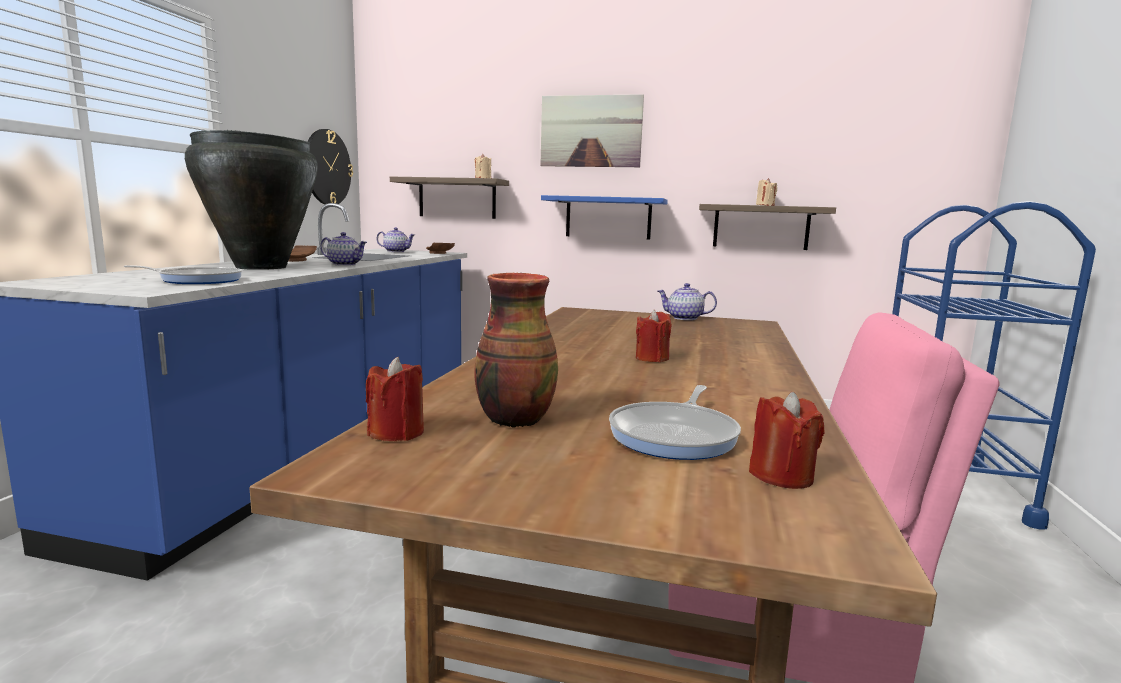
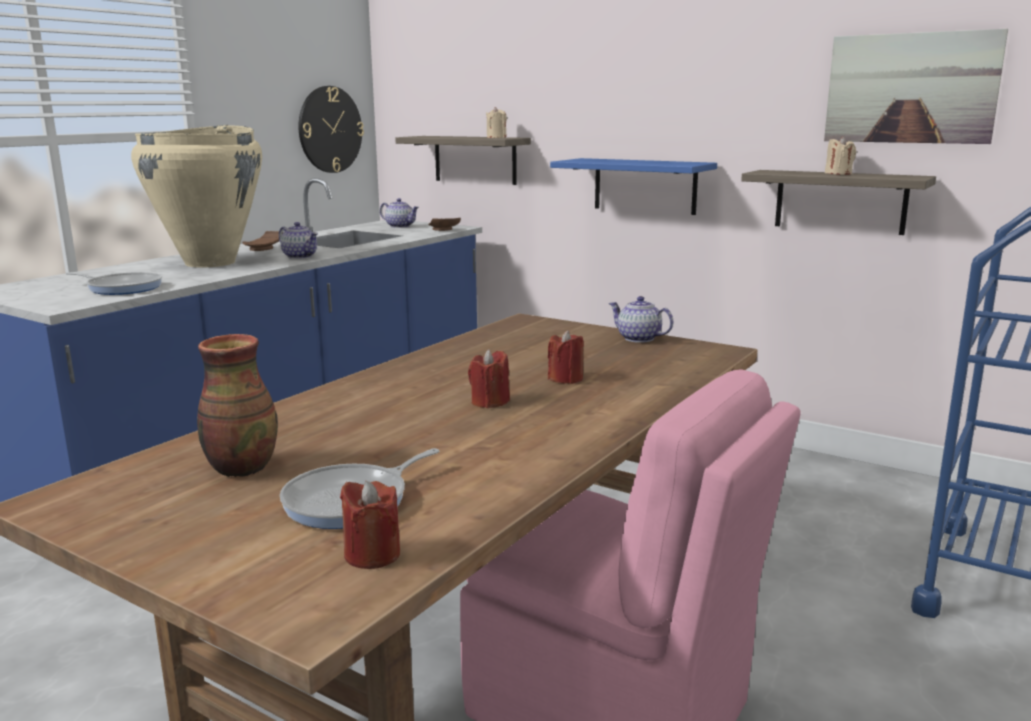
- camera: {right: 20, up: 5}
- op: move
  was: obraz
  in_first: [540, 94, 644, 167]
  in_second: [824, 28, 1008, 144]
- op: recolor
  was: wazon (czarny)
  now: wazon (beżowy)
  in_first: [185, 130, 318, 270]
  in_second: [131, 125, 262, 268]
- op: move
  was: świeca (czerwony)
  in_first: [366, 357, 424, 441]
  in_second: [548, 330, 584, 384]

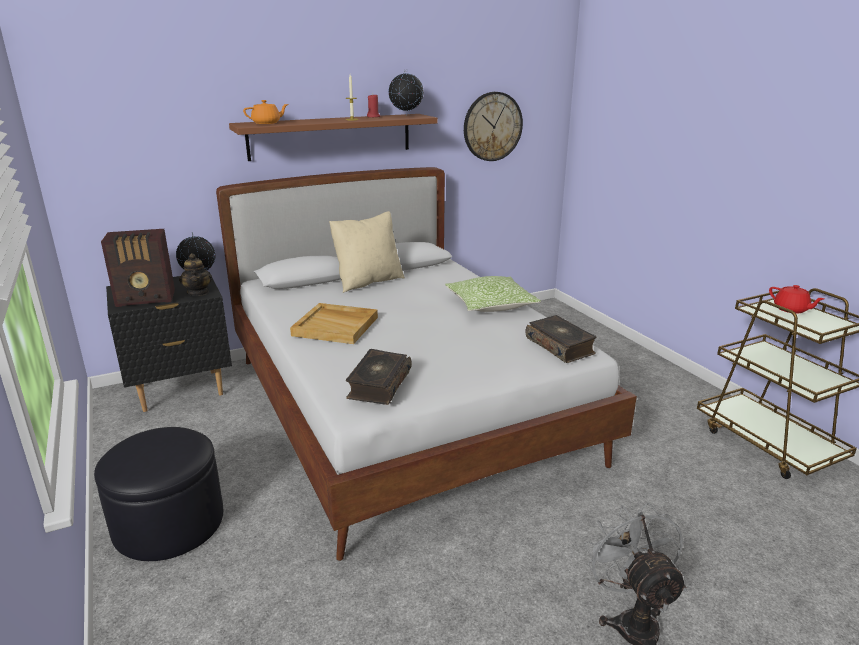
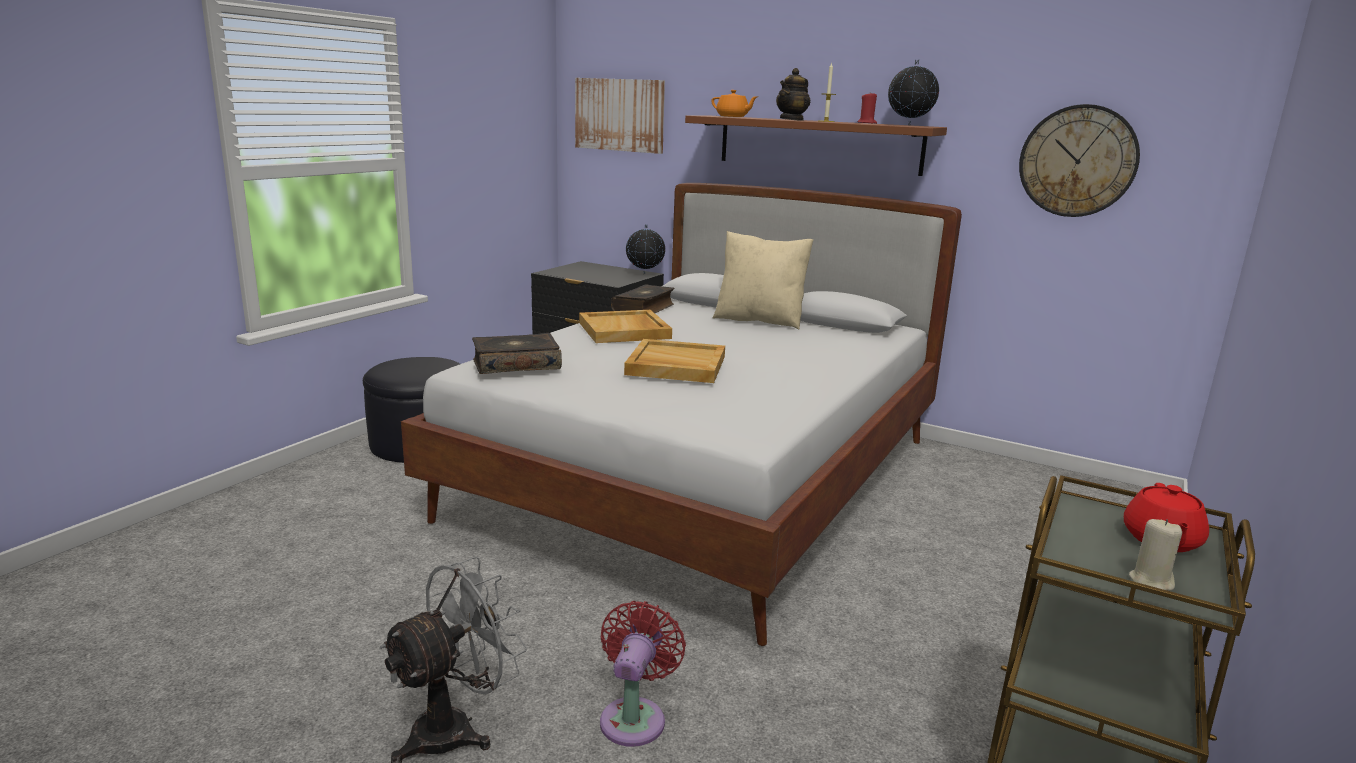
- camera: {right: 55, up: -5}
- op: delete
  was: radio
  in_first: [101, 229, 175, 307]
- op: move
  was: imbryk
  in_first: [179, 253, 212, 296]
  in_second: [776, 68, 810, 120]
- op: delete
  was: poduszka
  in_first: [445, 276, 541, 312]
- op: move
  was: książka
  in_first: [526, 315, 597, 363]
  in_second: [611, 284, 674, 313]
- op: insert
  now: obraz
  in_second: [575, 78, 665, 154]
- op: insert
  now: taca (beżowy)
  in_second: [624, 339, 725, 383]
- op: insert
  now: świeca (beżowy)
  in_second: [1129, 519, 1182, 591]
- op: insert
  now: wentylator (czerwony)
  in_second: [600, 601, 686, 747]

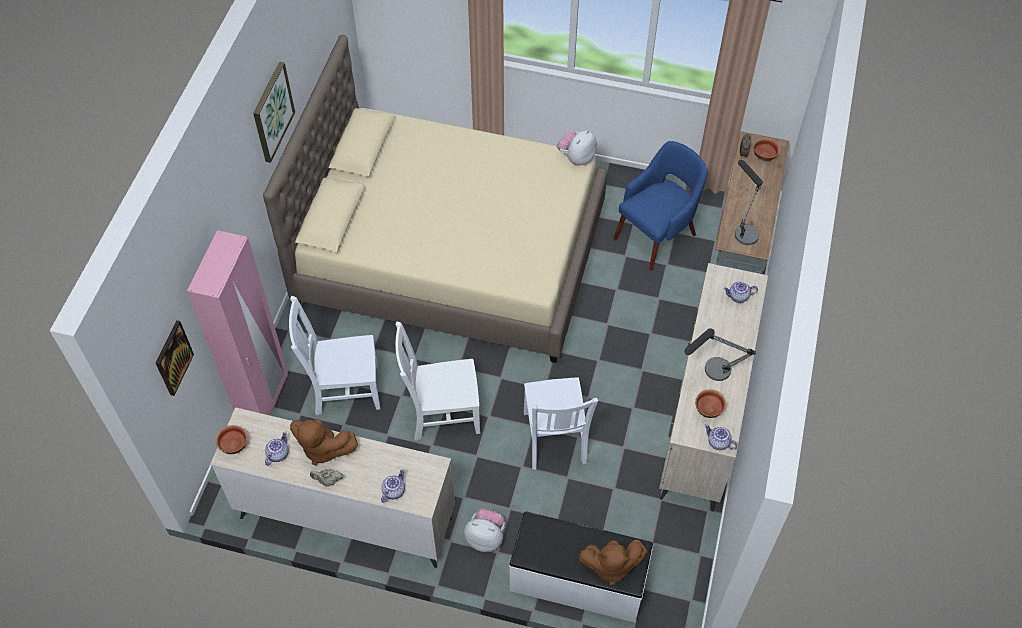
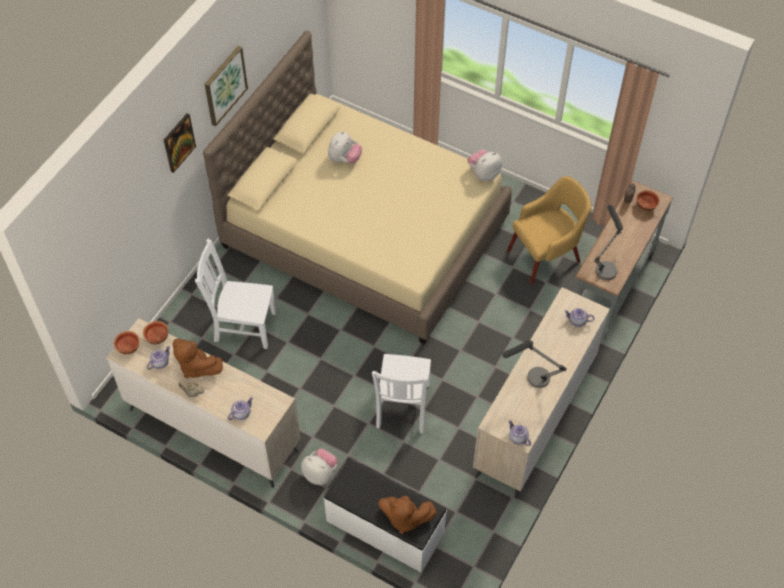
- camera: {right: 15, up: 0}
- op: recolor
  was: fotel (niebieski)
  now: fotel (żółty)
  in_first: [614, 141, 708, 271]
  in_second: [507, 176, 591, 284]
- op: delete
  was: szafa (różowy)
  in_first: [187, 230, 288, 416]
- op: move
  was: obraz
  in_first: [156, 320, 194, 396]
  in_second: [164, 113, 196, 173]
- op: delete
  was: krzesło (biały)
  in_first: [395, 321, 480, 441]
- op: move
  was: miska
  in_first: [695, 389, 726, 418]
  in_second: [143, 321, 169, 344]
- op: insert
  now: pluszak
  in_second: [328, 131, 362, 164]

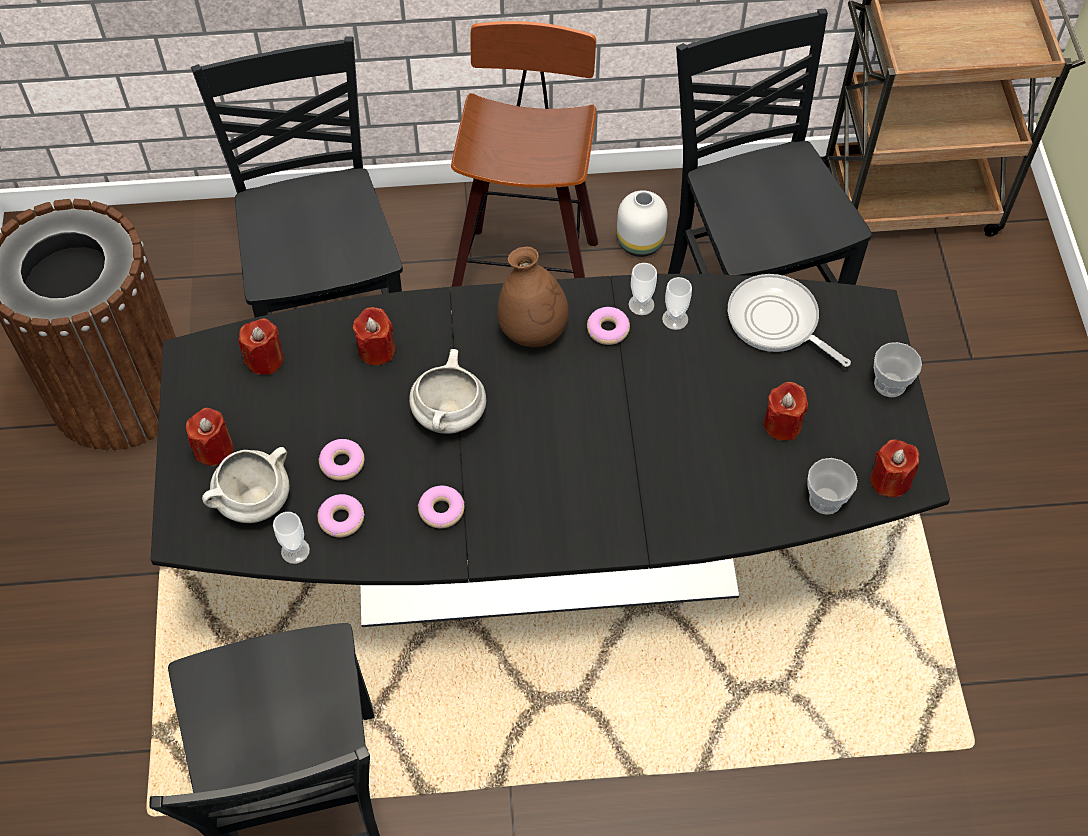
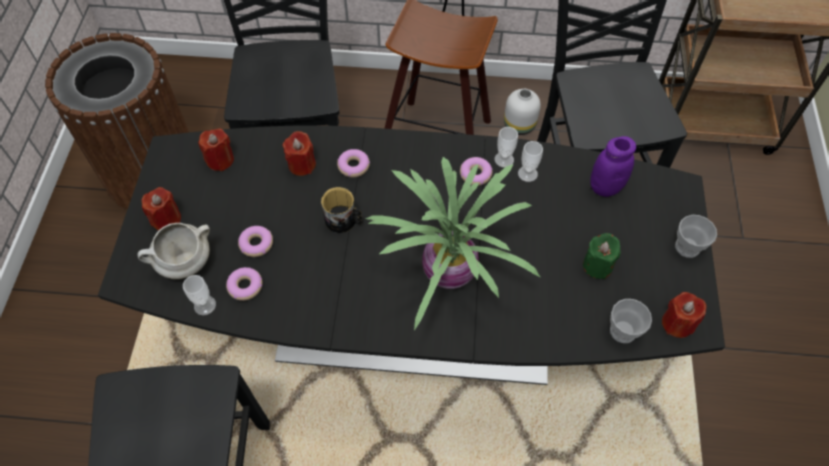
- camera: {right: 10, up: 0}
- op: delete
  was: wazon (brązowy)
  in_first: [497, 247, 569, 347]
- op: replace
  was: patelnia
  now: słoik (fioletowy)
  in_first: [728, 274, 851, 367]
  in_second: [590, 136, 636, 197]
- op: replace
  was: garnek (biały)
  now: kubek
  in_first: [409, 349, 486, 434]
  in_second: [321, 187, 363, 233]
- op: recolor
  was: świeca (czerwony)
  now: świeca (zielony)
  in_first: [764, 382, 808, 441]
  in_second: [583, 233, 621, 279]
- op: move
  was: donut
  in_first: [418, 486, 464, 528]
  in_second: [337, 149, 370, 177]
- op: insert
  now: roślina doniczkowa
  in_second: [365, 157, 540, 330]

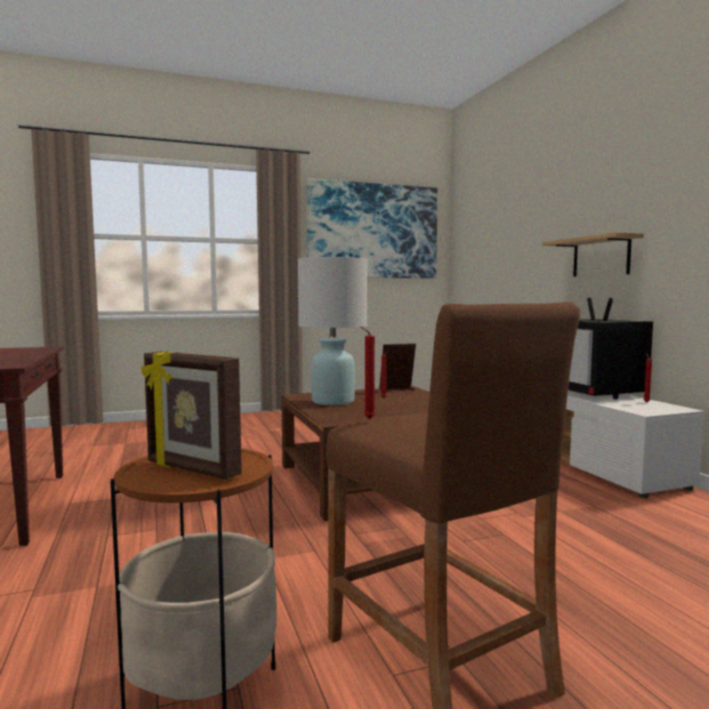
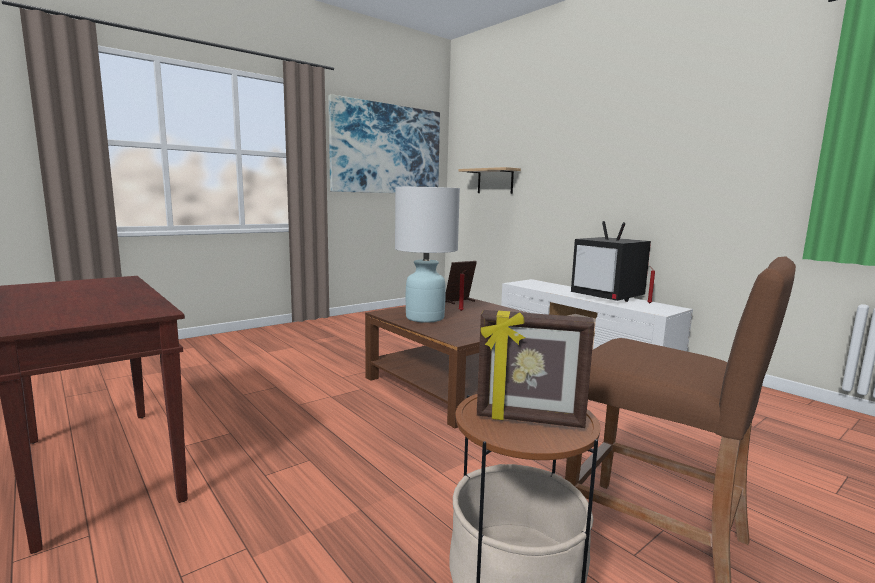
- camera: {right: -20, up: 5}
- op: move
  was: półka
  in_first: [542, 232, 644, 277]
  in_second: [459, 167, 521, 194]
- op: delete
  was: świeca (czerwony)
  in_first: [360, 326, 375, 419]

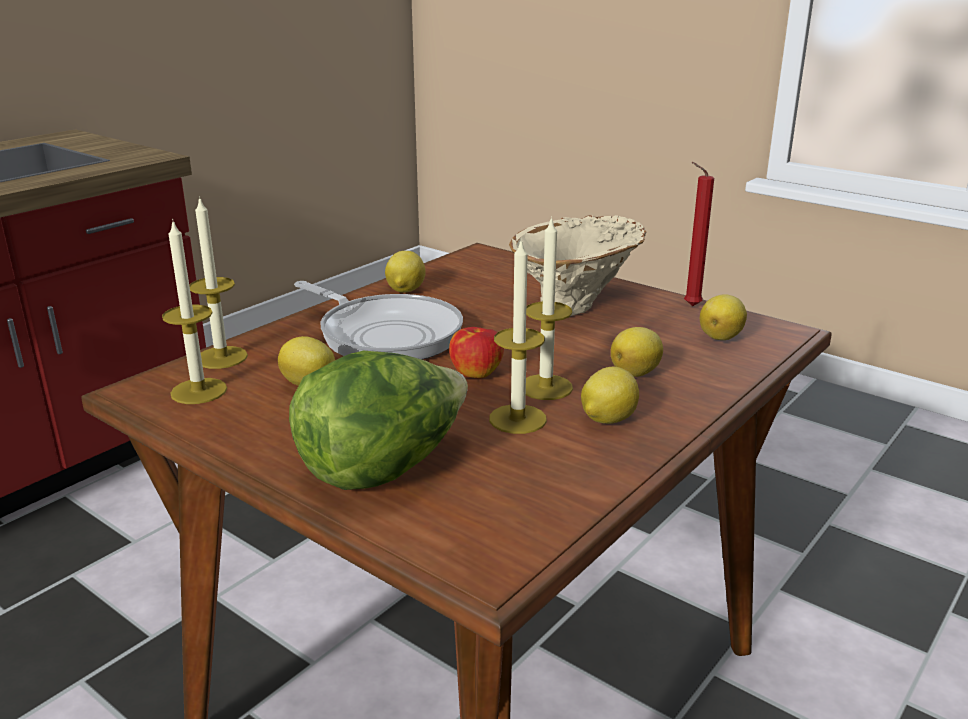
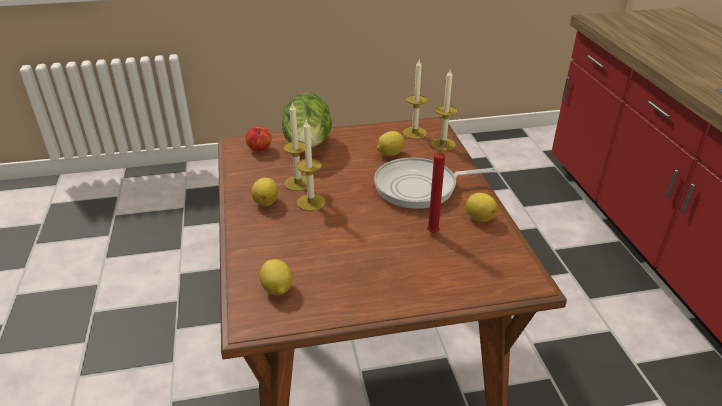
- camera: {right: 130, up: 10}
- op: move
  was: świeca (czerwony)
  in_first: [684, 162, 714, 306]
  in_second: [427, 142, 447, 233]
- op: delete
  was: wazon (beżowy)
  in_first: [509, 215, 646, 316]
- op: move
  was: jabłko
  in_first: [449, 327, 504, 378]
  in_second: [245, 127, 272, 152]
- op: delete
  was: cytryna
  in_first: [611, 327, 663, 377]

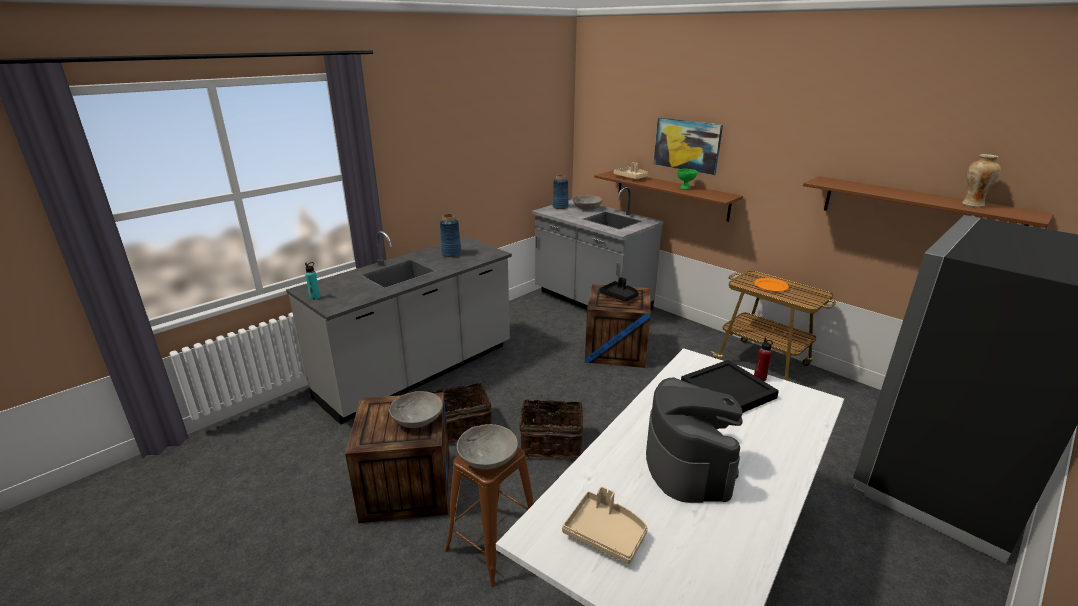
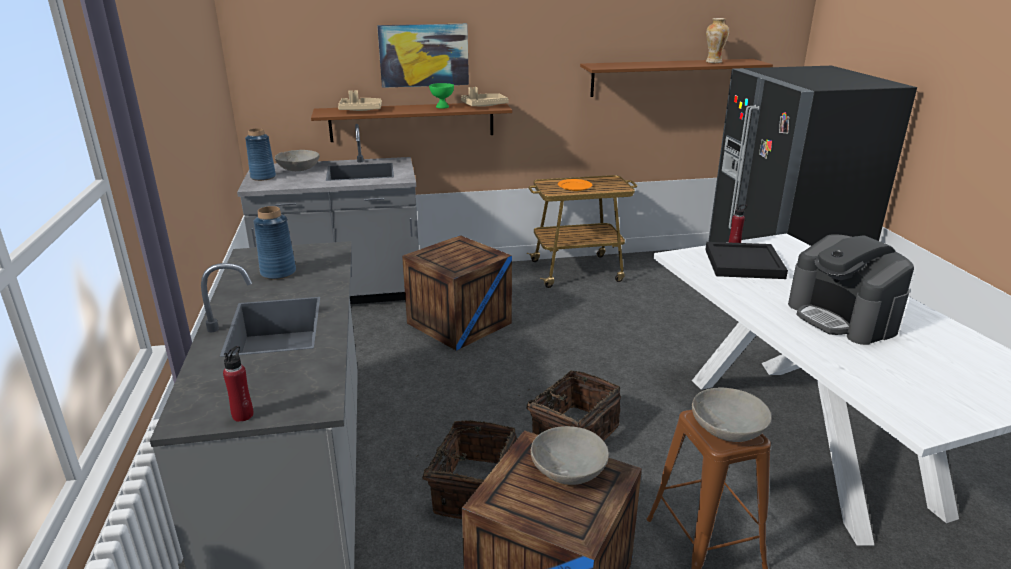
- camera: {right: -55, up: 0}
- op: recolor
  was: butelka (turkusowy)
  now: butelka (czerwony)
  in_first: [305, 262, 320, 300]
  in_second: [223, 346, 254, 422]
- op: delete
  was: taca (czarny)
  in_first: [600, 277, 639, 302]
- op: rotate
  was: ekspres do kawy
  in_first: [646, 377, 743, 503]
  in_second: [788, 235, 914, 345]
  clockwise: -150
- op: move
  was: taca (beżowy)
  in_first: [562, 486, 648, 564]
  in_second: [461, 87, 509, 107]

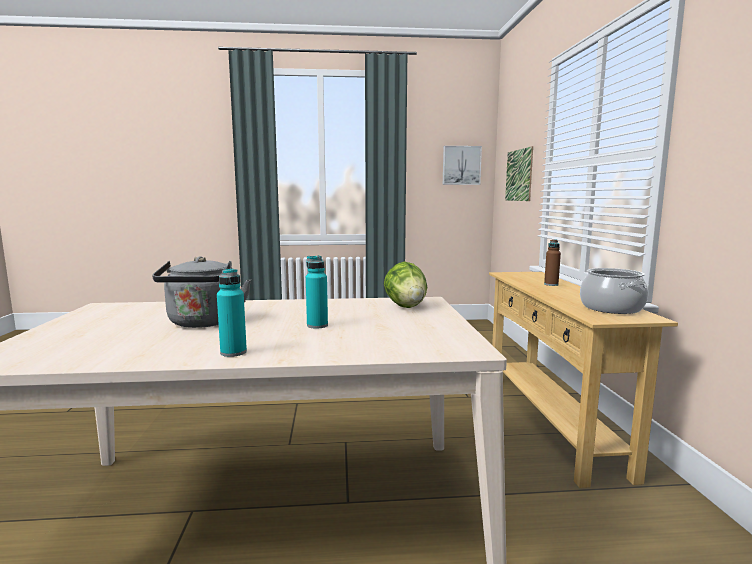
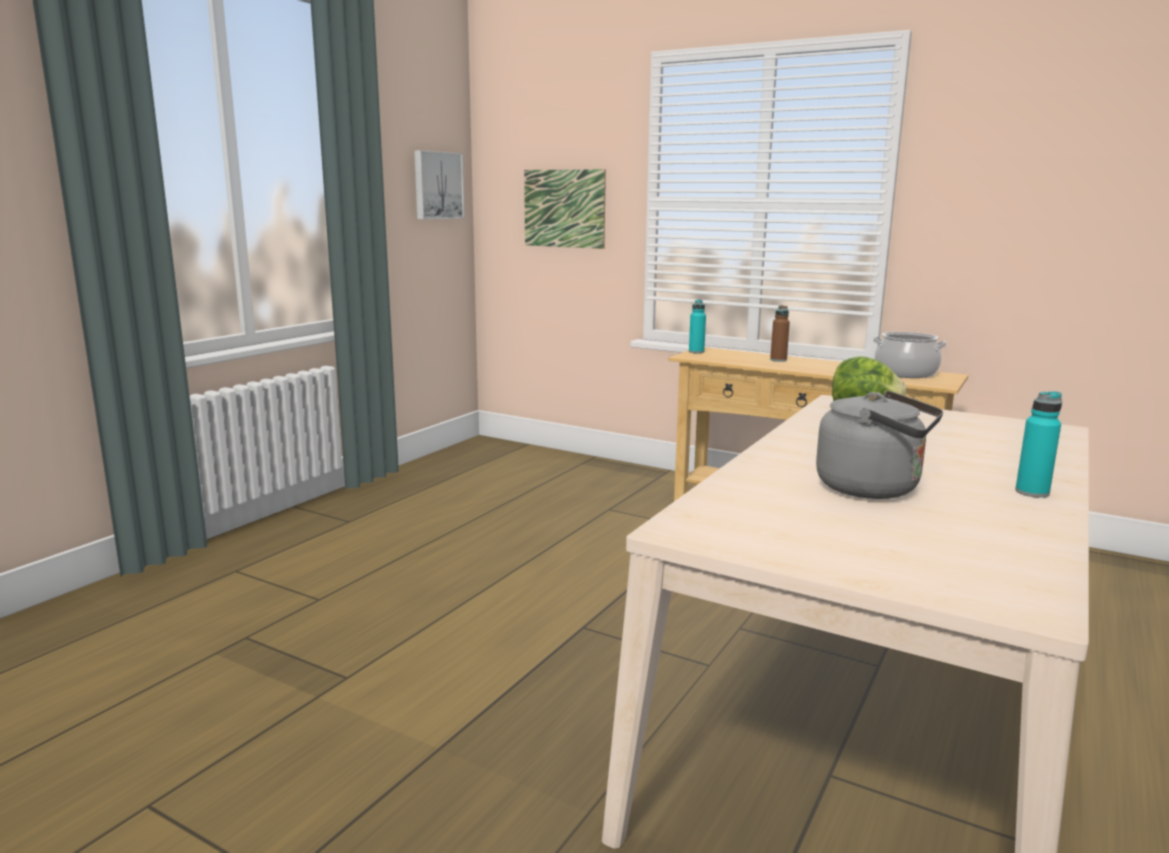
- camera: {right: -55, up: 5}
- op: move
  was: butelka (turkusowy)
  in_first: [306, 256, 328, 329]
  in_second: [689, 300, 706, 353]

